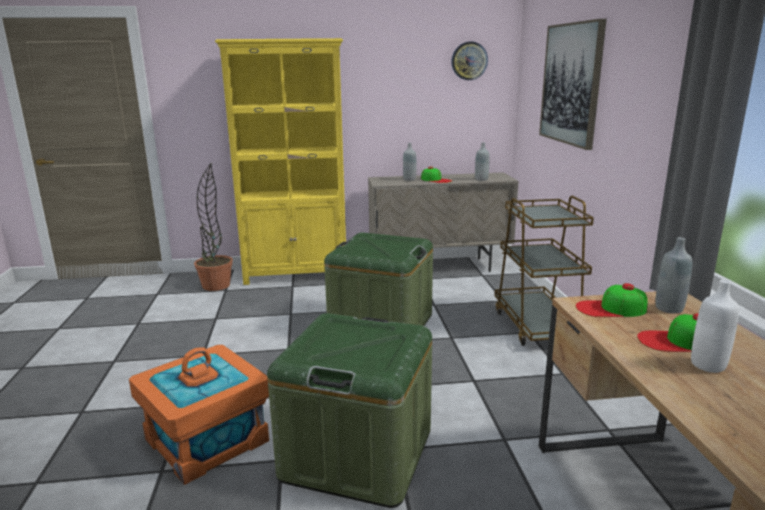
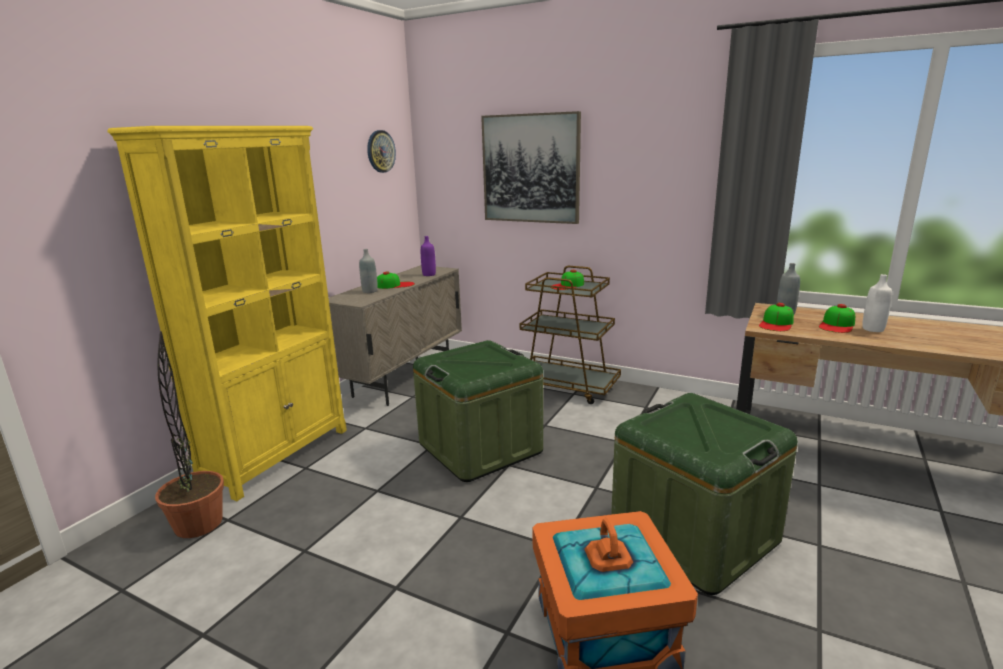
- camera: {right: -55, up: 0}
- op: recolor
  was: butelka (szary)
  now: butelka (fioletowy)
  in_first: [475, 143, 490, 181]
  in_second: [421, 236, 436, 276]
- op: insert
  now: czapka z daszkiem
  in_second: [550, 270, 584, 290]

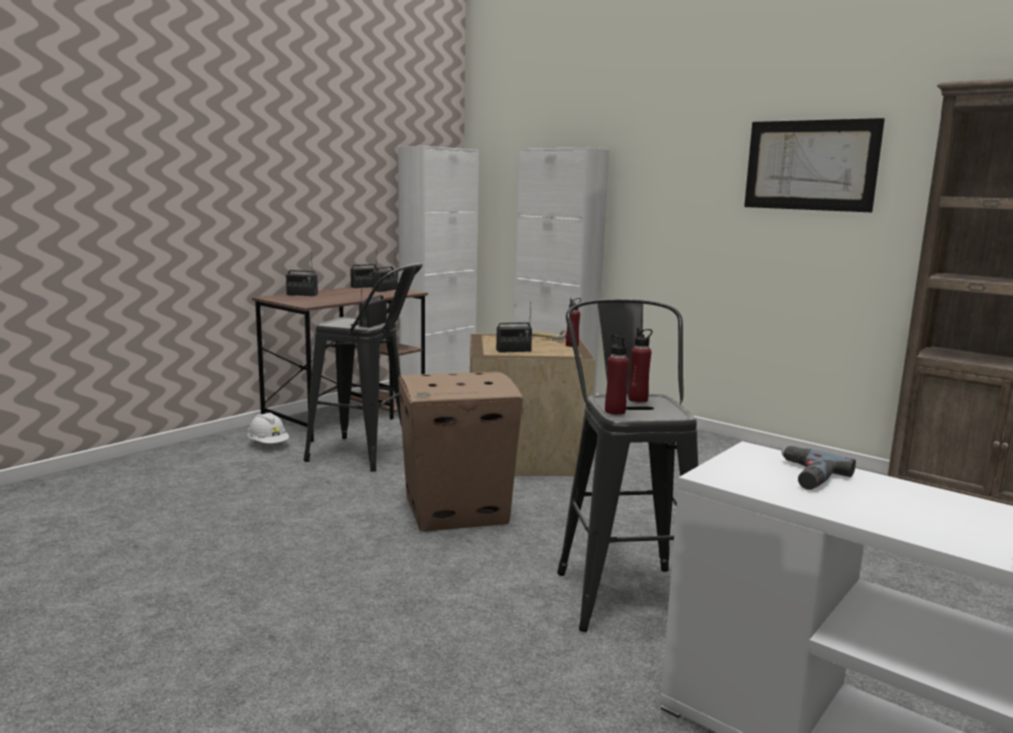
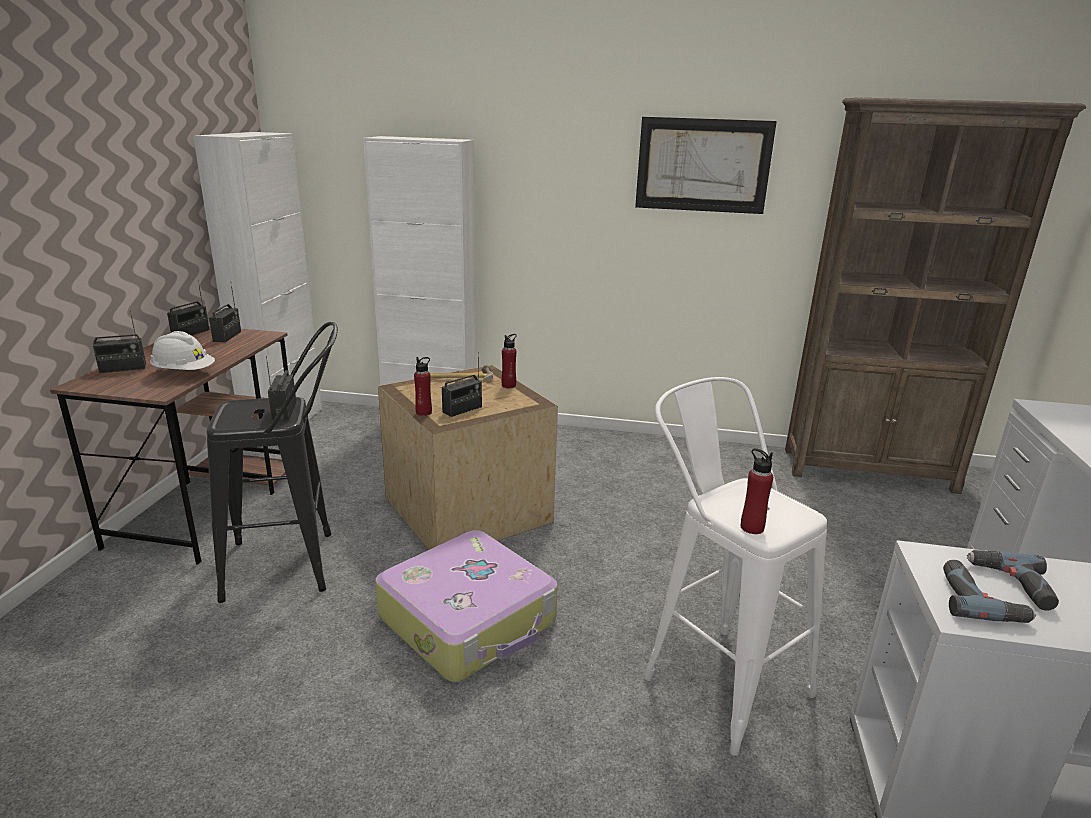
- camera: {right: -30, up: 10}
- op: recolor
  was: stołek (czarny)
  now: stołek (biały)
  in_first: [557, 299, 698, 632]
  in_second: [644, 377, 827, 756]
- op: move
  was: butelka (czerwony)
  in_first: [628, 328, 653, 403]
  in_second: [414, 357, 432, 416]
- op: replace
  was: karton
  now: walizka
  in_first: [398, 372, 523, 532]
  in_second: [375, 530, 558, 682]
- op: move
  was: kask (biały)
  in_first: [247, 413, 289, 443]
  in_second: [150, 331, 215, 370]
- op: insert
  now: wiertarka
  in_second: [943, 560, 1036, 623]

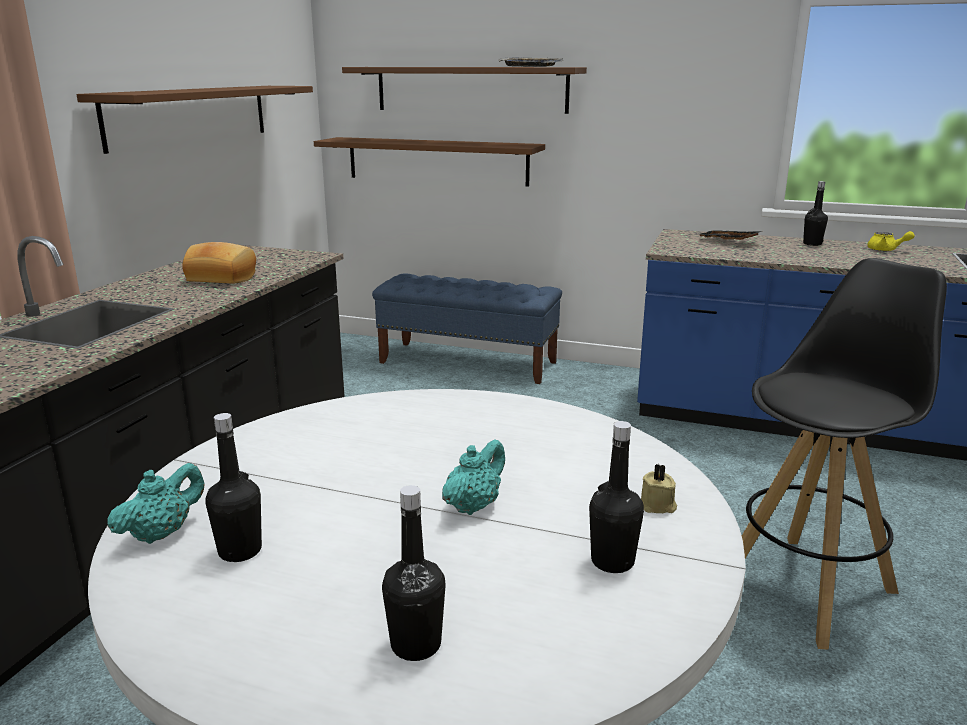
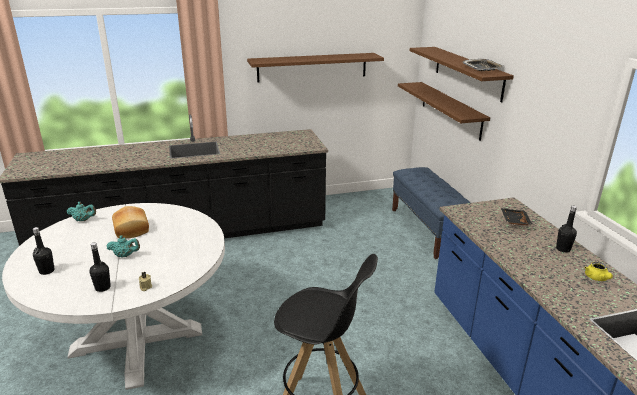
- camera: {right: 55, up: 5}
- op: move
  was: chleb
  in_first: [182, 242, 256, 284]
  in_second: [112, 206, 149, 238]
- op: delete
  was: butelka (czarny)
  in_first: [205, 413, 262, 562]

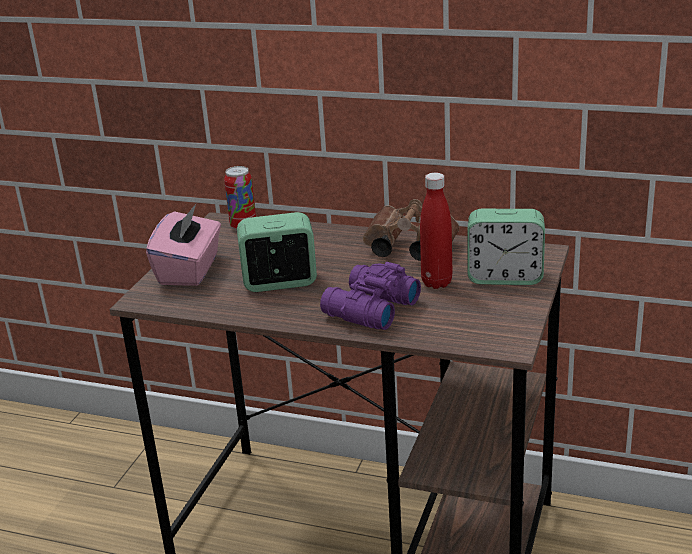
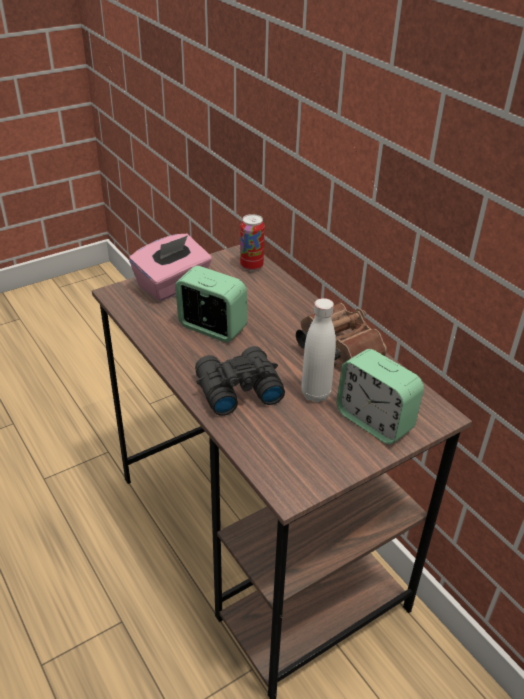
- camera: {right: 35, up: 10}
- op: recolor
  was: butelka (czerwony)
  now: butelka (biały)
  in_first: [420, 173, 453, 289]
  in_second: [301, 298, 336, 403]
- op: recolor
  was: lornetka (fioletowy)
  now: lornetka (czarny)
  in_first: [320, 262, 421, 330]
  in_second: [195, 346, 285, 416]

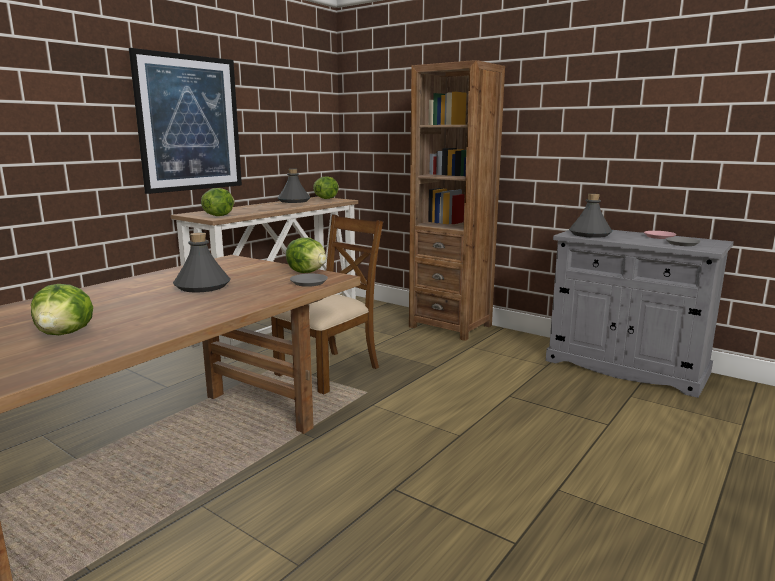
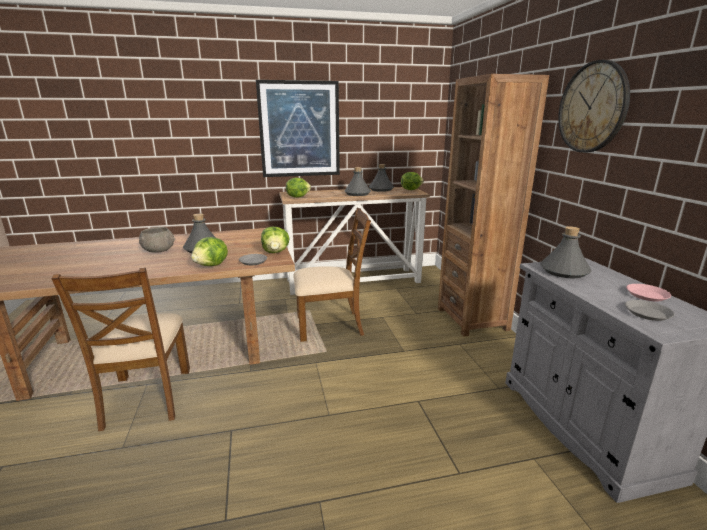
- camera: {right: 40, up: 5}
- op: move
  was: sałata
  in_first: [31, 284, 93, 335]
  in_second: [191, 237, 228, 266]
- op: insert
  now: zegar ścienny
  in_second: [558, 60, 630, 153]
- op: insert
  now: butelka (szary)
  in_second: [345, 167, 371, 196]
- op: insert
  now: miska (szary)
  in_second: [139, 227, 175, 253]
- op: insert
  now: krzesło (brązowy)
  in_second: [51, 268, 190, 431]

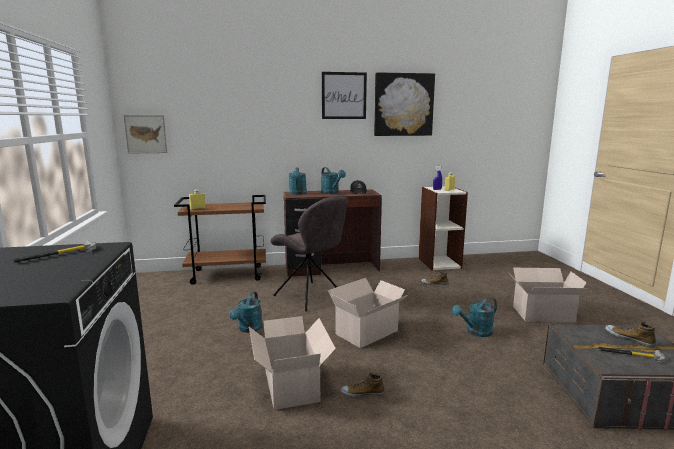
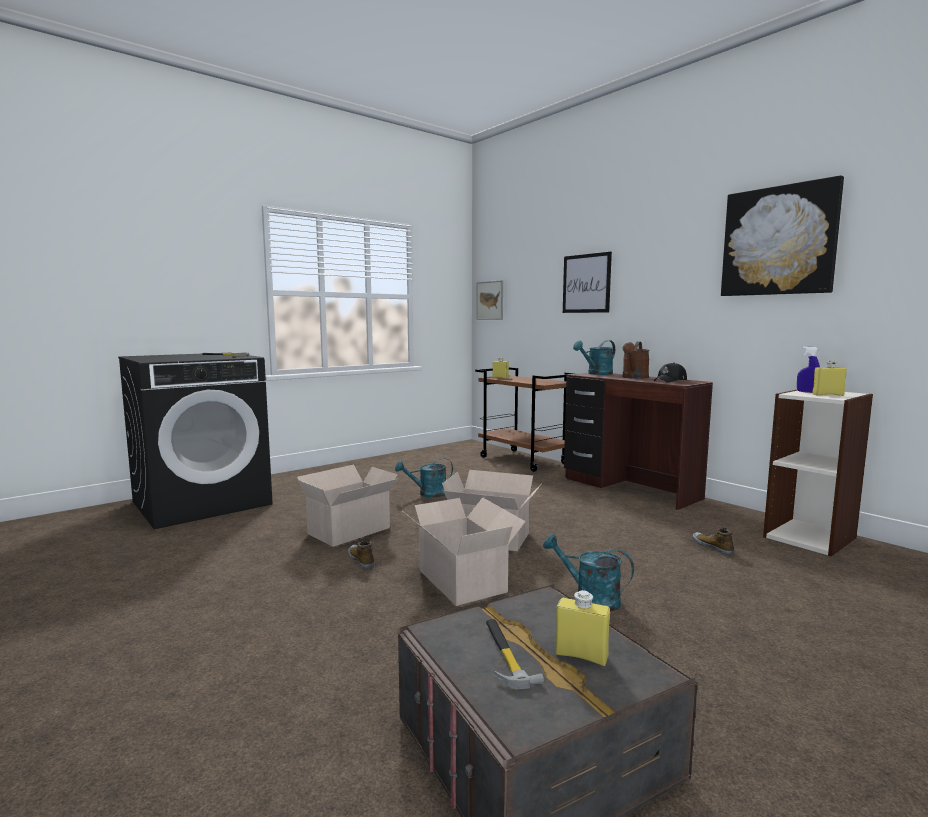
- camera: {right: 60, up: -5}
- op: move
  was: obraz
  in_first: [322, 72, 367, 119]
  in_second: [563, 252, 612, 313]
- op: recolor
  was: konewka (turkusowy)
  now: konewka (brązowy)
  in_first: [321, 167, 346, 194]
  in_second: [623, 342, 650, 379]
- op: delete
  was: krzesło (szary)
  in_first: [270, 195, 348, 311]
- op: move
  was: karton
  in_first: [508, 268, 587, 322]
  in_second: [404, 497, 526, 606]
- op: replace
  was: but
  now: butelka (żółty)
  in_first: [605, 322, 656, 348]
  in_second: [555, 590, 610, 666]

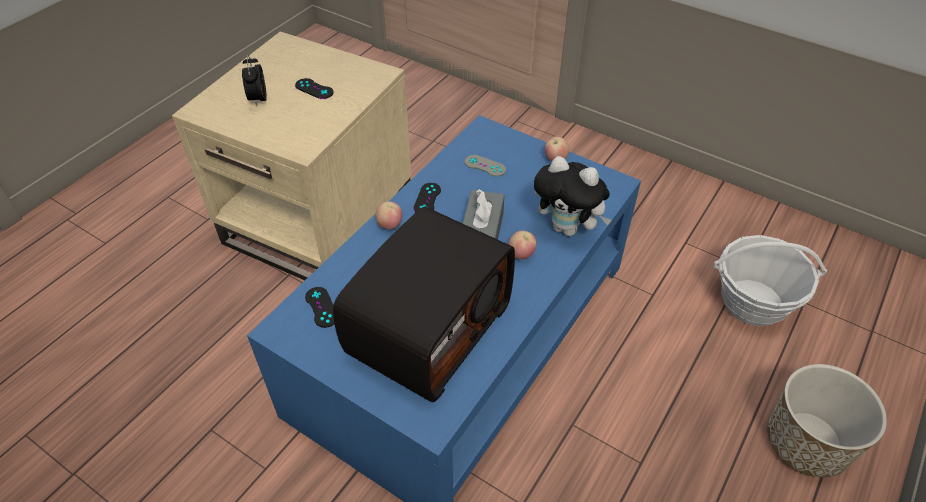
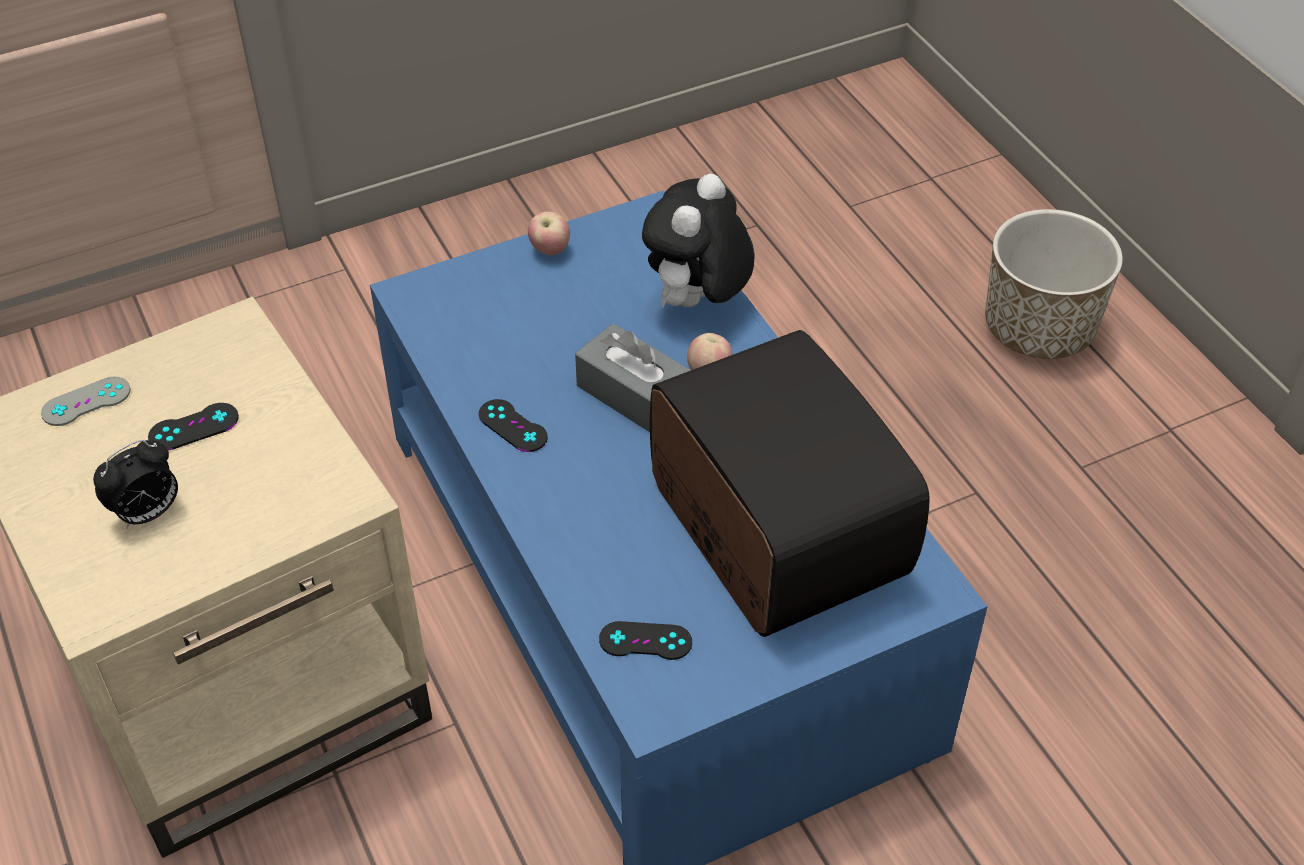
- camera: {right: -60, up: 0}
- op: rotate
  was: budzik
  in_first: [242, 55, 267, 107]
  in_second: [93, 440, 178, 529]
  clockwise: -60
- op: move
  was: pad do gier (szary)
  in_first: [465, 155, 506, 177]
  in_second: [41, 376, 130, 426]
- op: rotate
  was: pluszak
  in_first: [534, 156, 612, 236]
  in_second: [642, 174, 755, 308]
  clockwise: 150
- op: delete
  was: jabłko
  in_first: [376, 201, 402, 229]
- op: delete
  was: koszyk
  in_first: [713, 235, 827, 326]

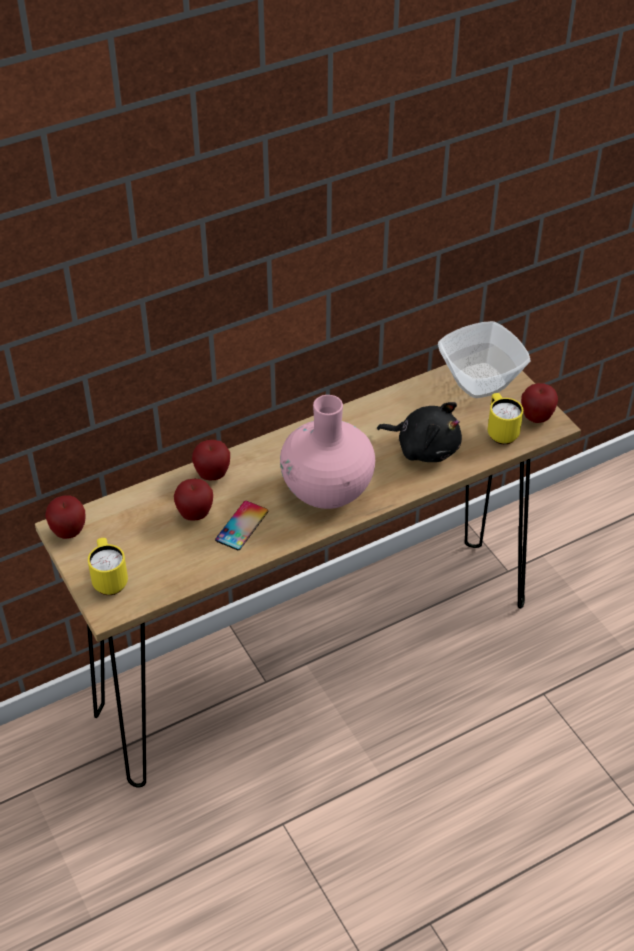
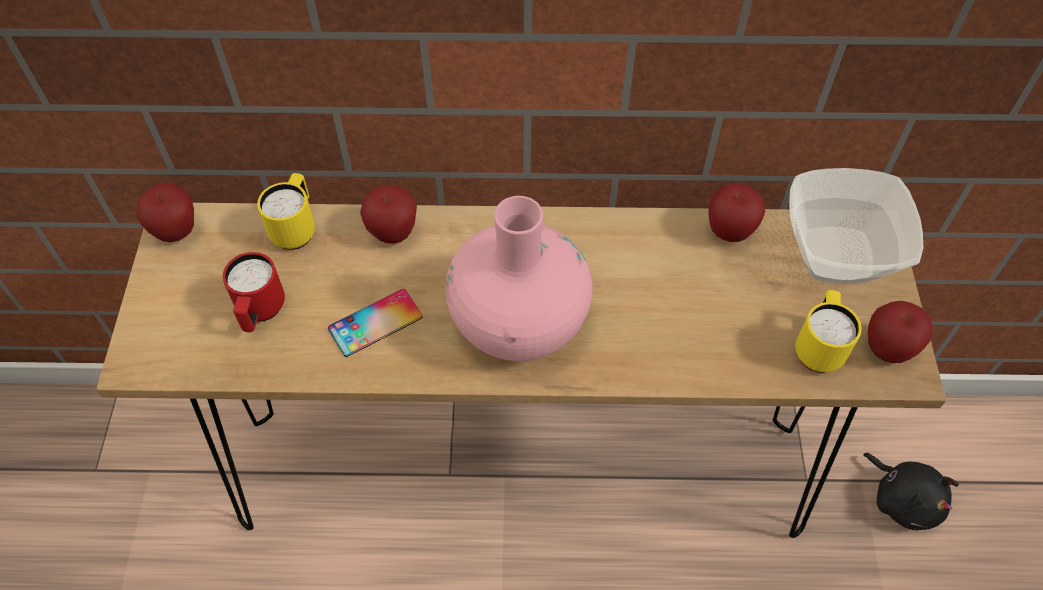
- camera: {right: 30, up: 10}
- op: move
  was: pluszak (czarny)
  in_first: [377, 402, 462, 462]
  in_second: [863, 453, 959, 530]
- op: move
  was: jabłko
  in_first: [174, 479, 213, 521]
  in_second: [708, 184, 765, 242]
- op: move
  was: kubek (żółty)
  in_first: [88, 538, 128, 595]
  in_second: [257, 173, 315, 250]
- op: insert
  now: kubek (czerwony)
  in_second: [223, 252, 285, 332]

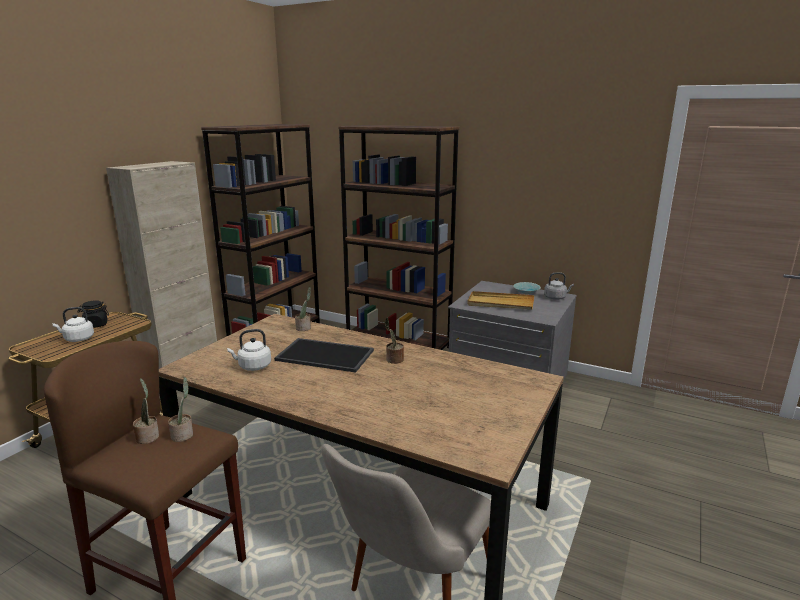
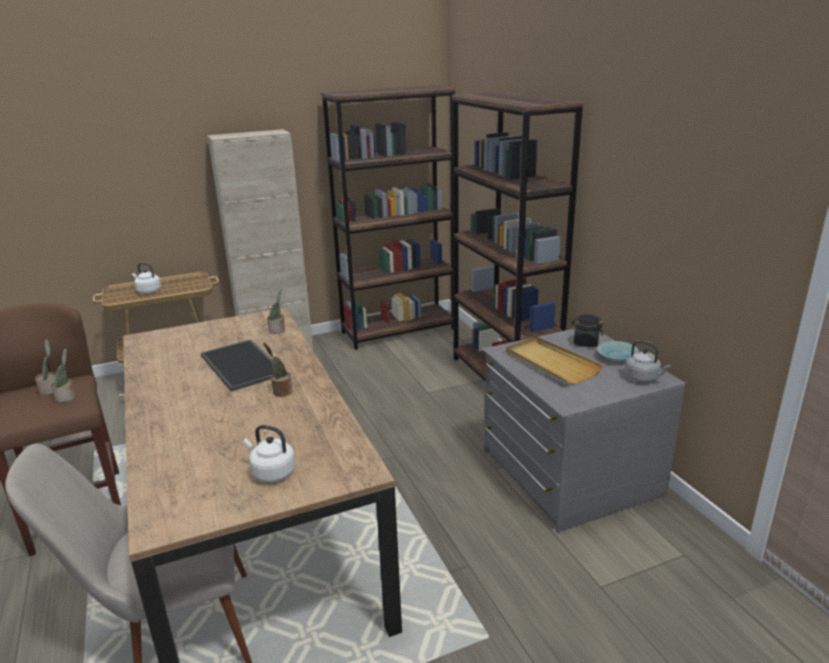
- camera: {right: 40, up: 5}
- op: move
  was: słoik (czarny)
  in_first: [77, 300, 109, 328]
  in_second: [571, 314, 603, 347]
- op: move
  was: czajnik (biały)
  in_first: [227, 329, 271, 371]
  in_second: [244, 425, 296, 482]

